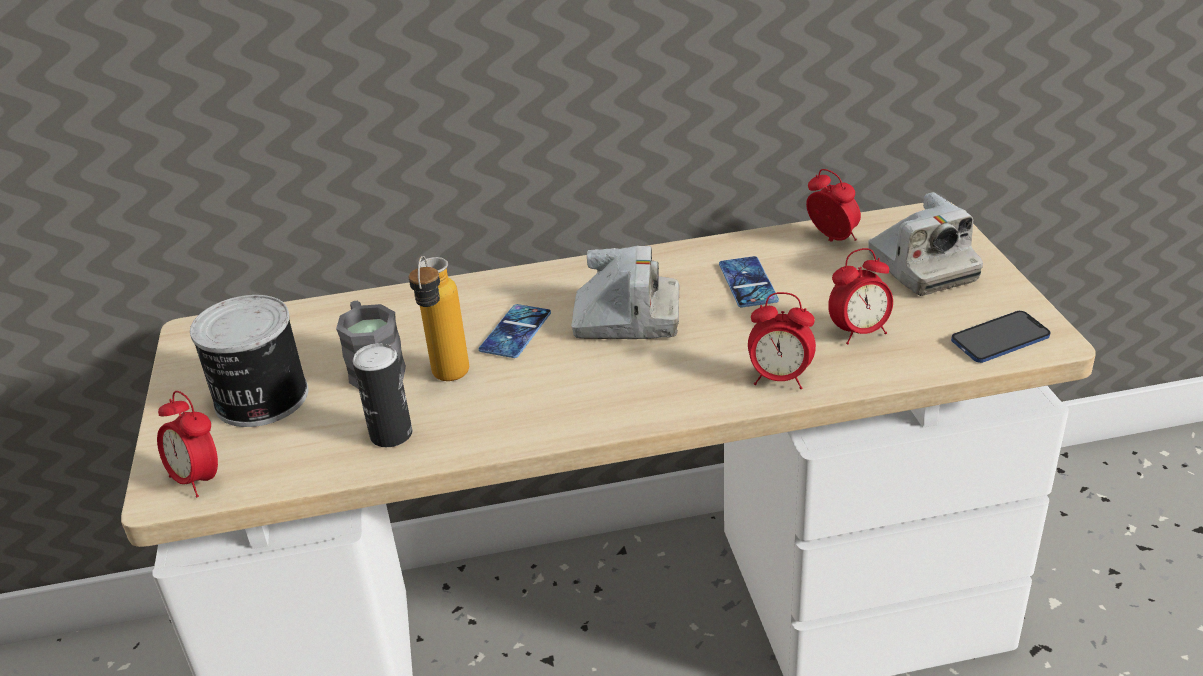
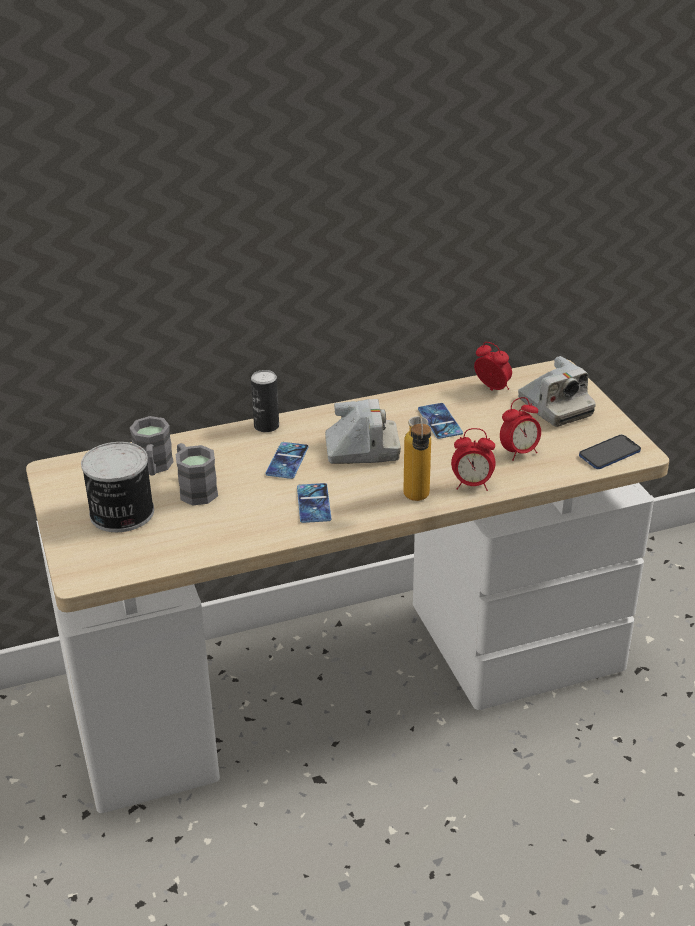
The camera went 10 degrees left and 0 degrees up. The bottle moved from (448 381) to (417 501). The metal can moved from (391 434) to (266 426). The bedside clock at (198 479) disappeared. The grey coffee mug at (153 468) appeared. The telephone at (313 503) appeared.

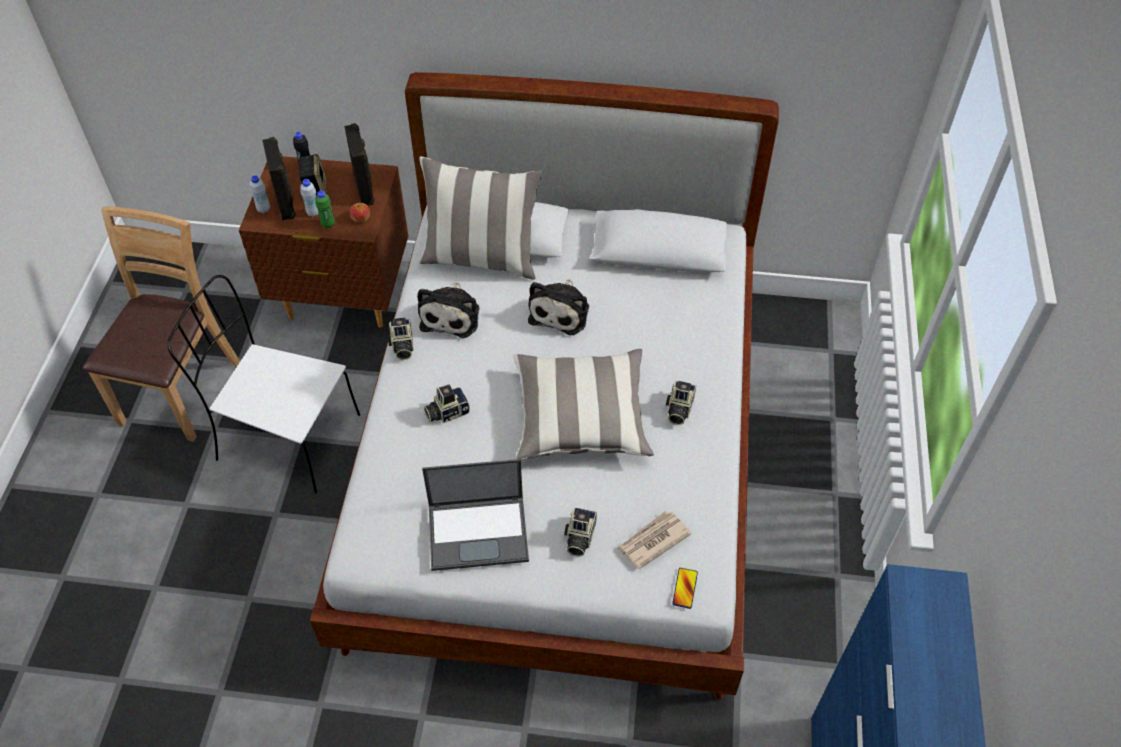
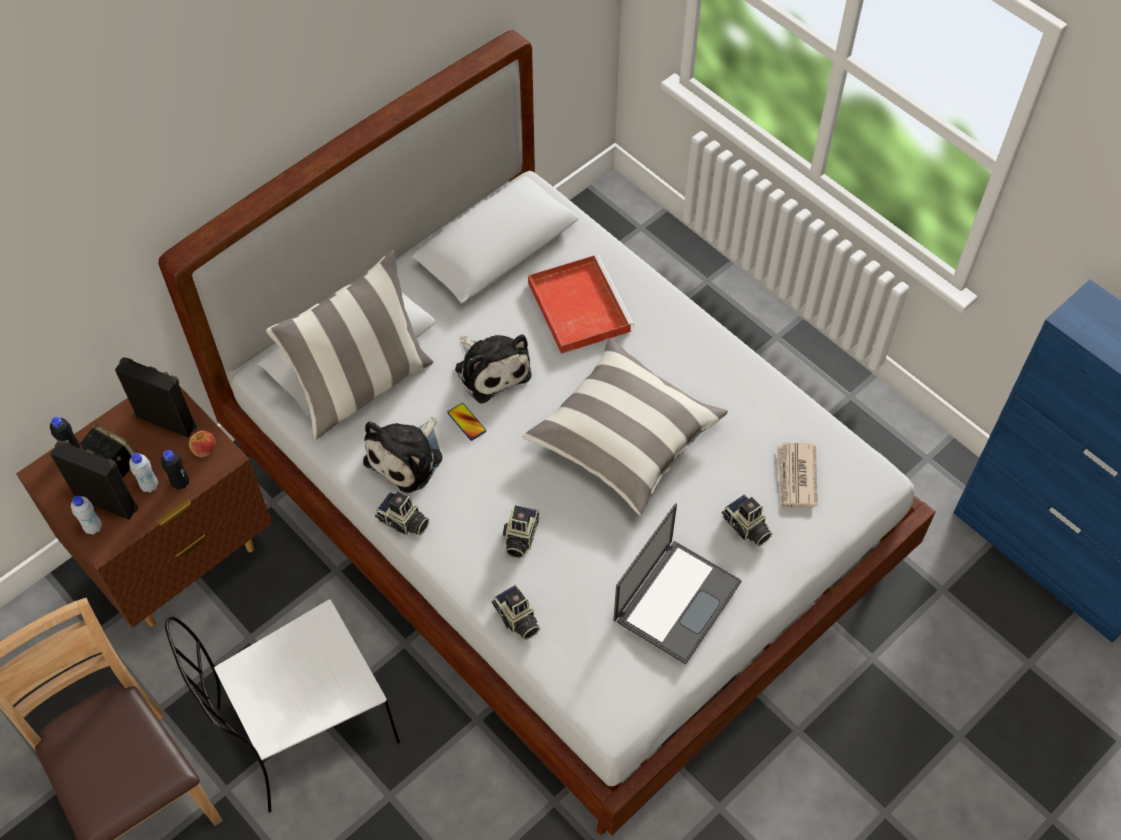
The camera went 50 degrees left and 5 degrees up. The greenish bottle at (328 224) became the black-coloured bottle at (180 483). The cuddly toy at (451 315) turned 75 degrees clockwise. The still camera moved from (678 409) to (516 619). The telephone moved from (685 588) to (466 422). The red tray at (577 305) appeared.

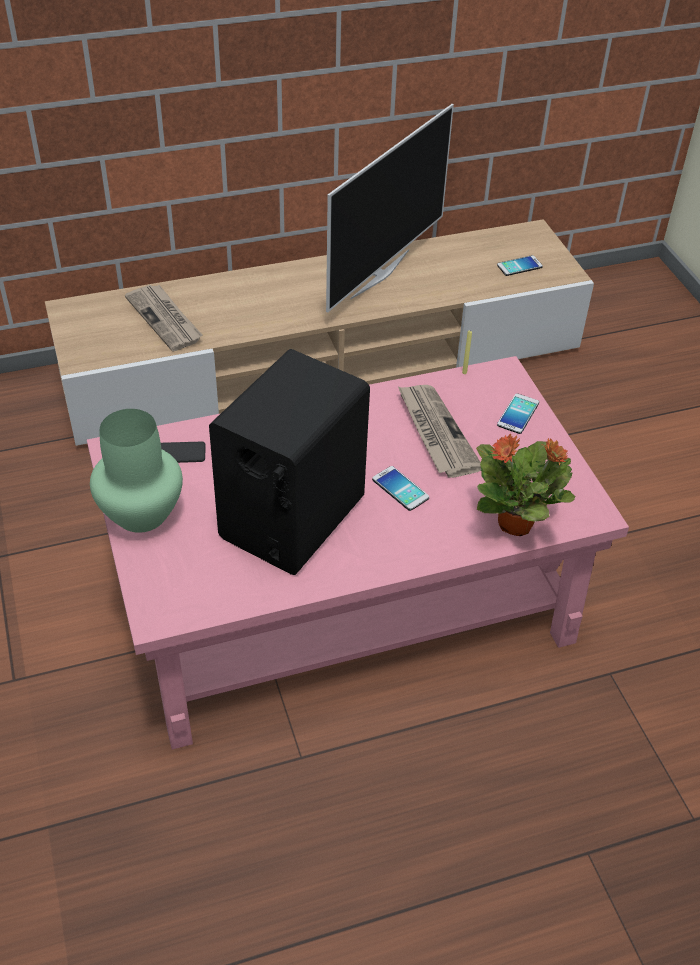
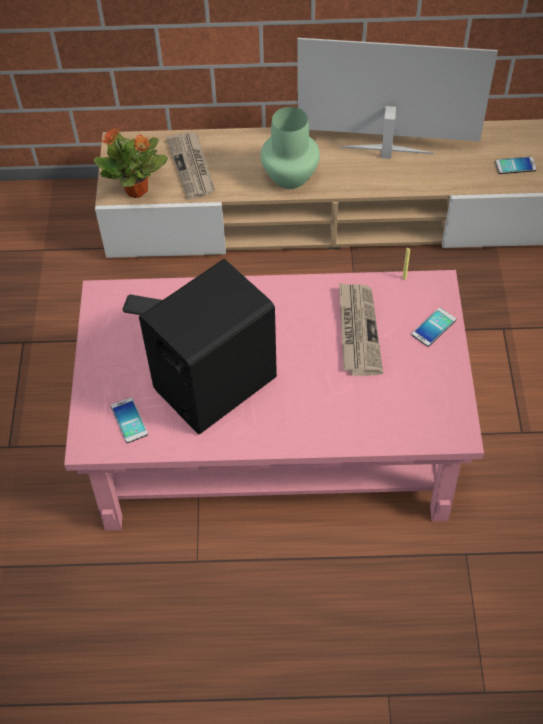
The camera went 20 degrees right and 10 degrees up. The TV at (378 273) turned 135 degrees counterclockwise. The greenish decorative vase moved from (141 514) to (290 177). The plant in a pot moved from (516 524) to (137 190). The telephone moved from (400 489) to (129 420).

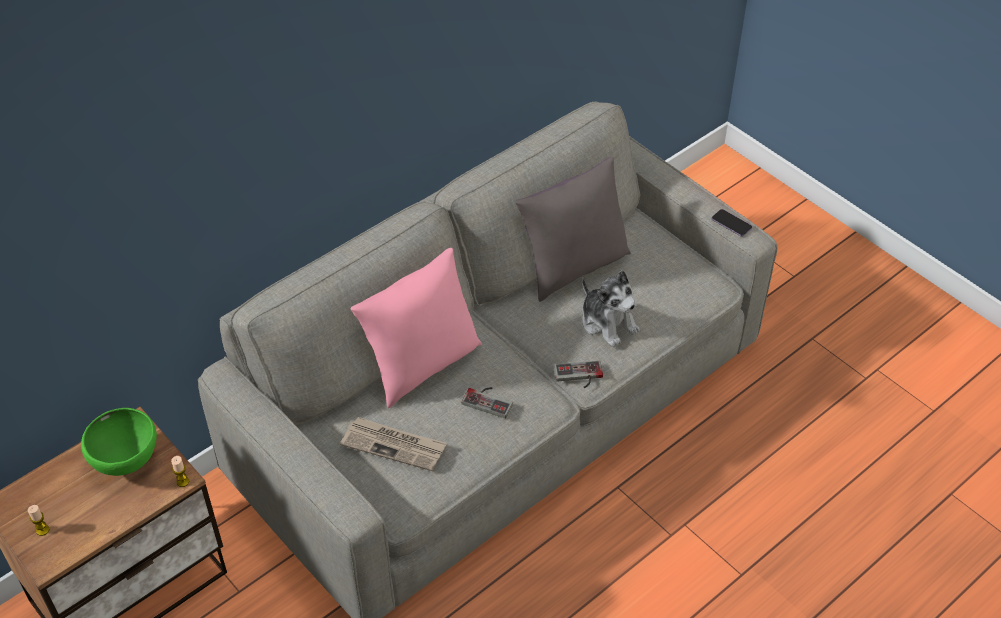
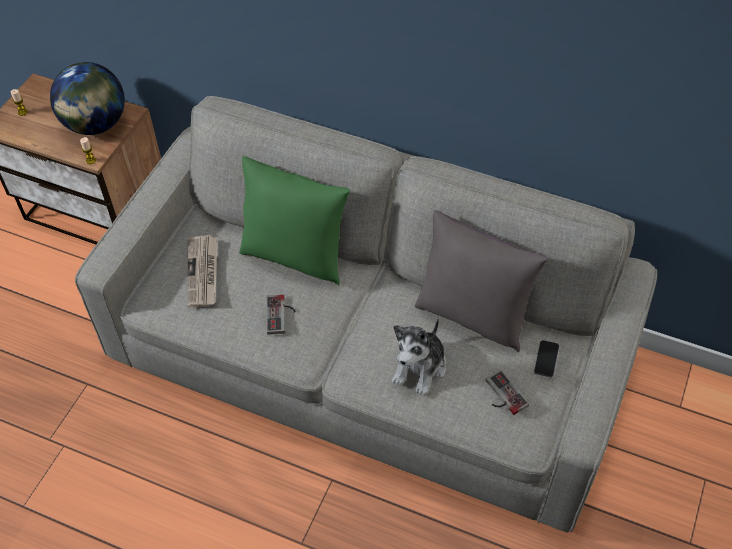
The camera went 65 degrees right and 5 degrees up. The telephone moved from (731 224) to (546 359). The pink throw pillow at (422 365) became the greenish throw pillow at (295 256). The gamepad moved from (579 376) to (502 396). The greenish deep dish at (127 462) was replaced by the world globe at (96 125).

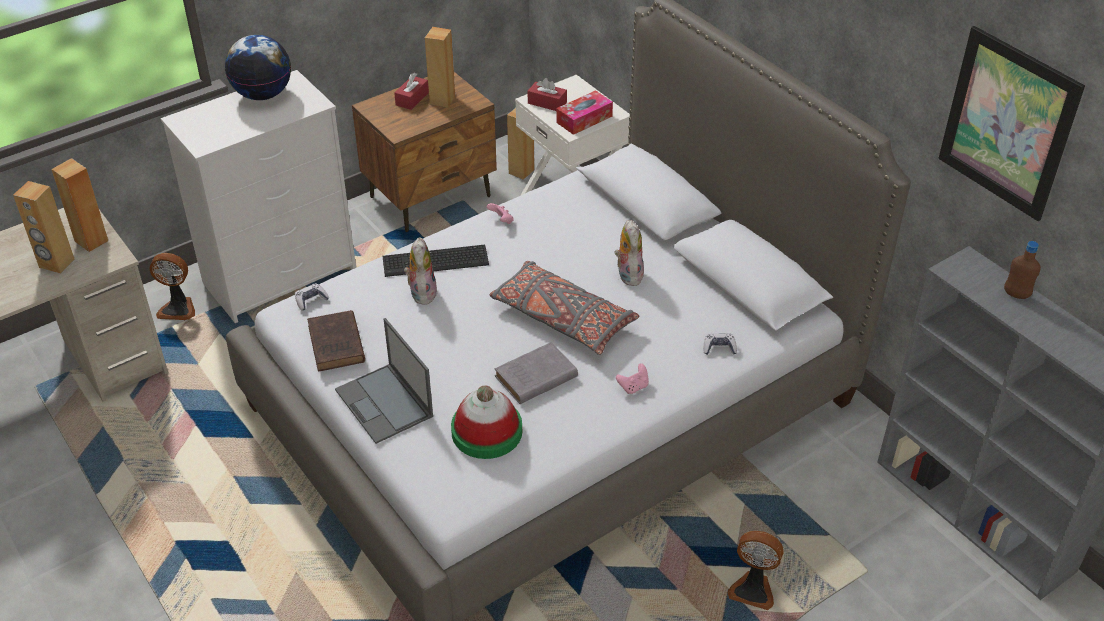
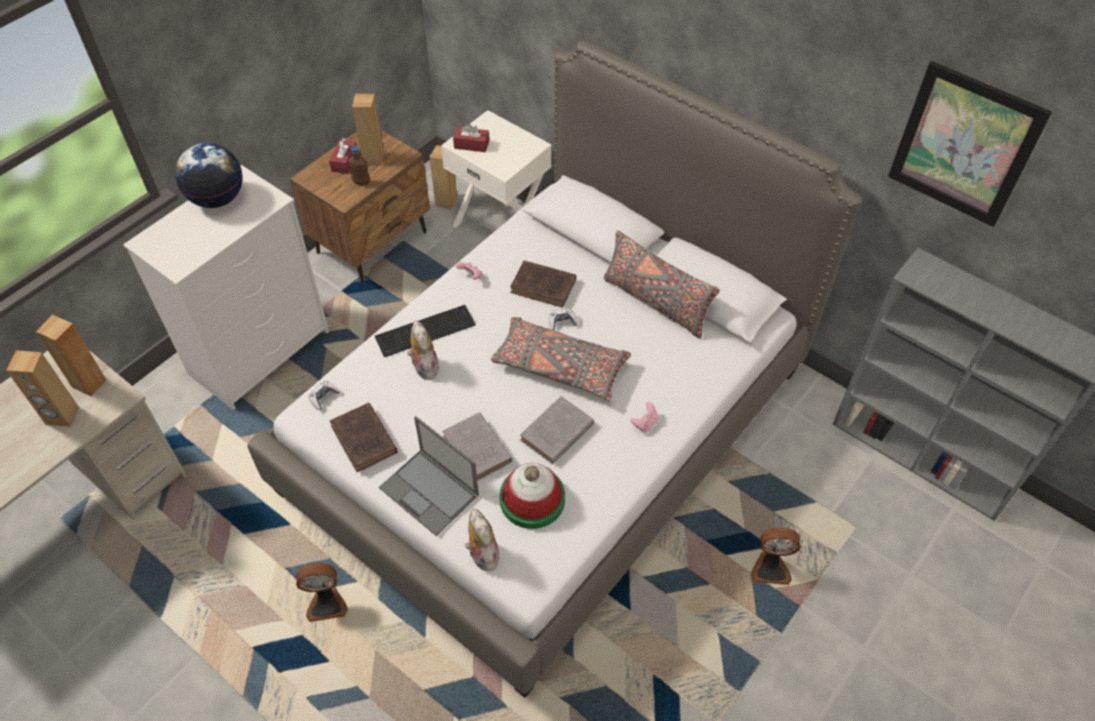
The camera went 15 degrees left and 10 degrees up. The tissue box at (584 119) disappeared. The cuddly toy moved from (628 274) to (482 555). The brownish bottle moved from (1016 295) to (361 183). The fan moved from (178 308) to (326 603). The gamepad moved from (719 348) to (562 322). The grey throw pillow at (655 302) appeared. The brownish volume at (545 287) appeared. The grey volume at (478 451) appeared.

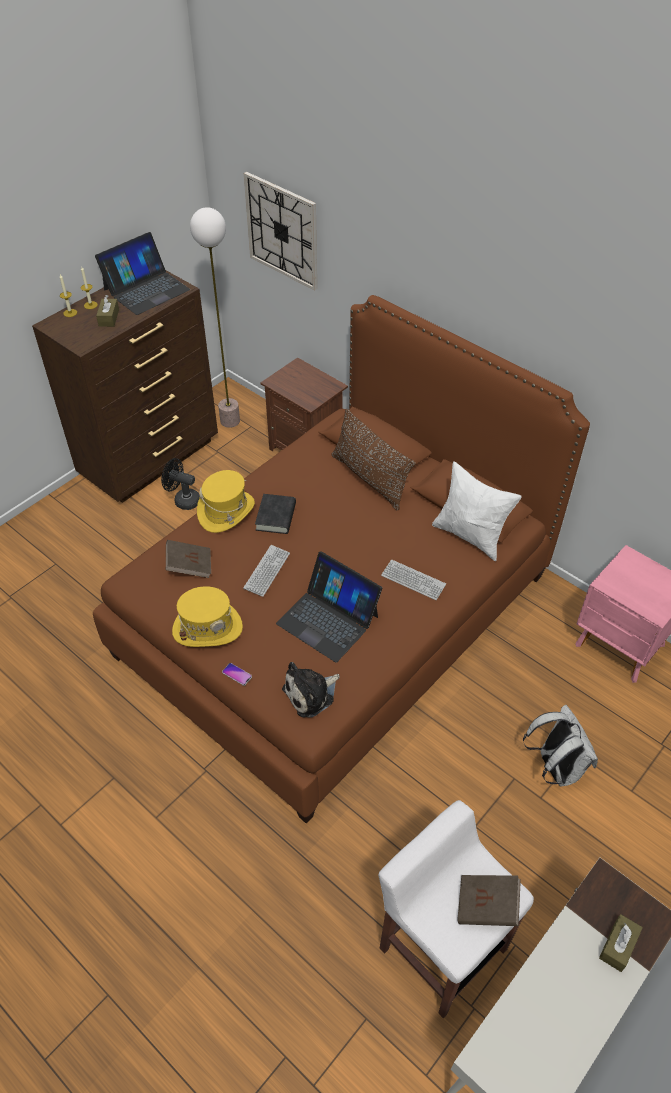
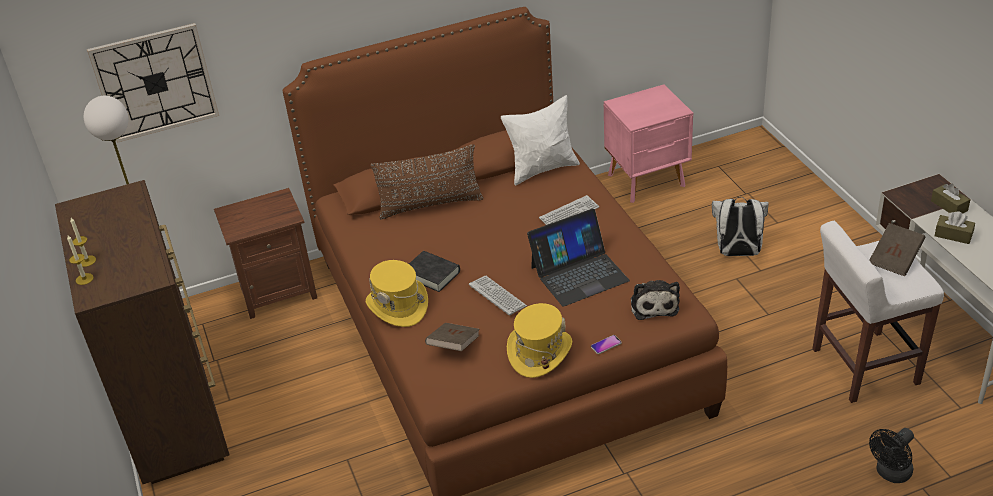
The camera went 60 degrees left and 10 degrees down. The notebook computer at (146 289) disappeared. The brownish tissue box moved from (109 318) to (953 235). The black-coloured fan moved from (183 500) to (890 474).

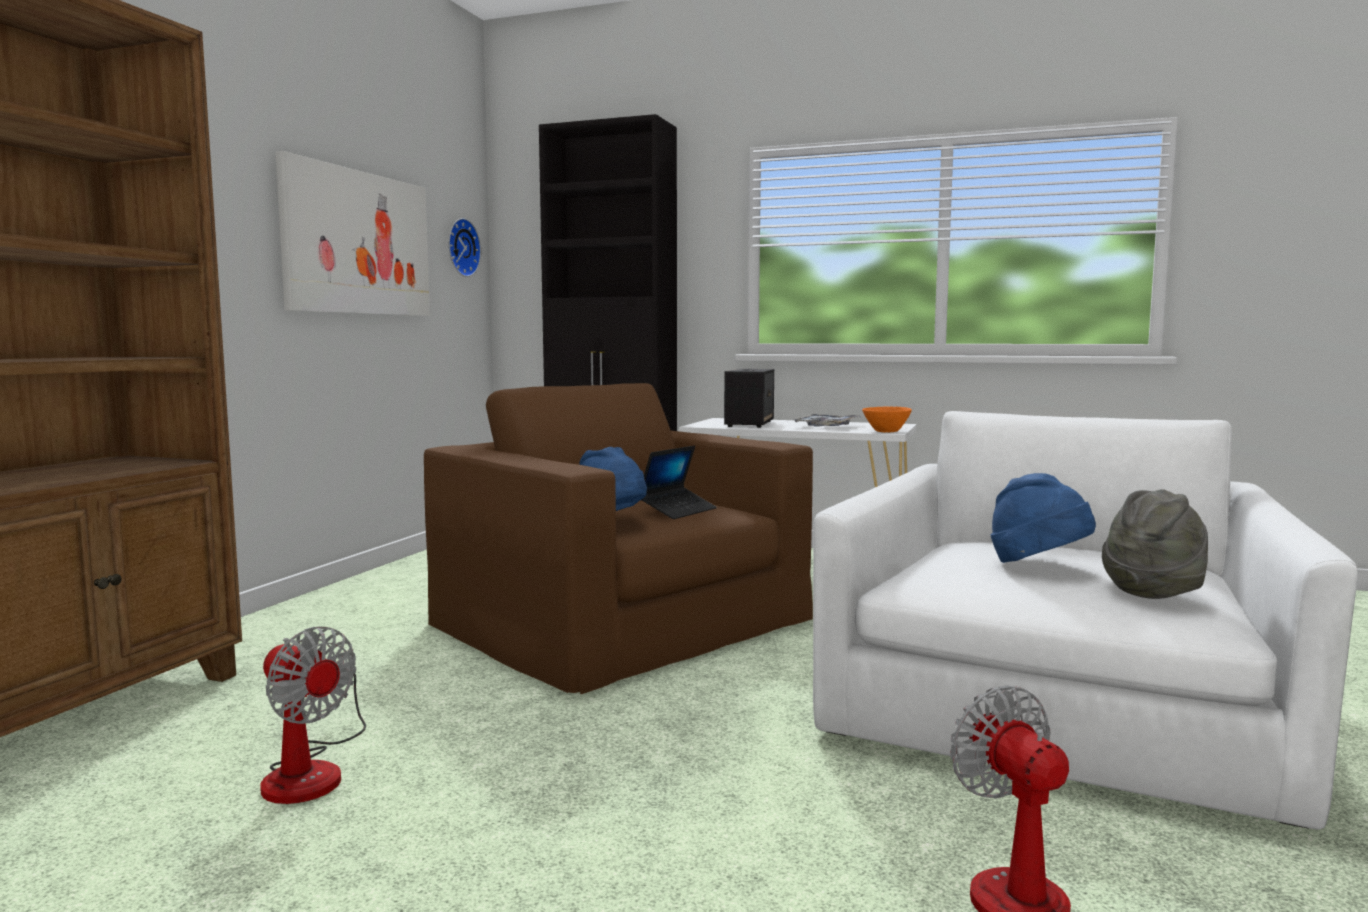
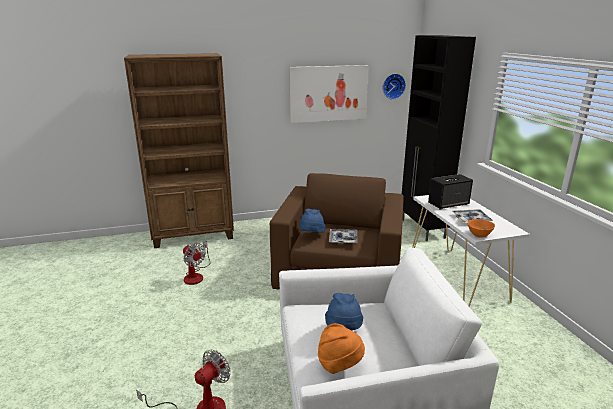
The camera went 55 degrees right and 15 degrees up. The notebook computer at (677 511) was replaced by the tray at (343 239). The grey wearable hat at (1154 589) became the orangey wearable hat at (339 364). The fan at (312 770) turned 45 degrees counterclockwise.

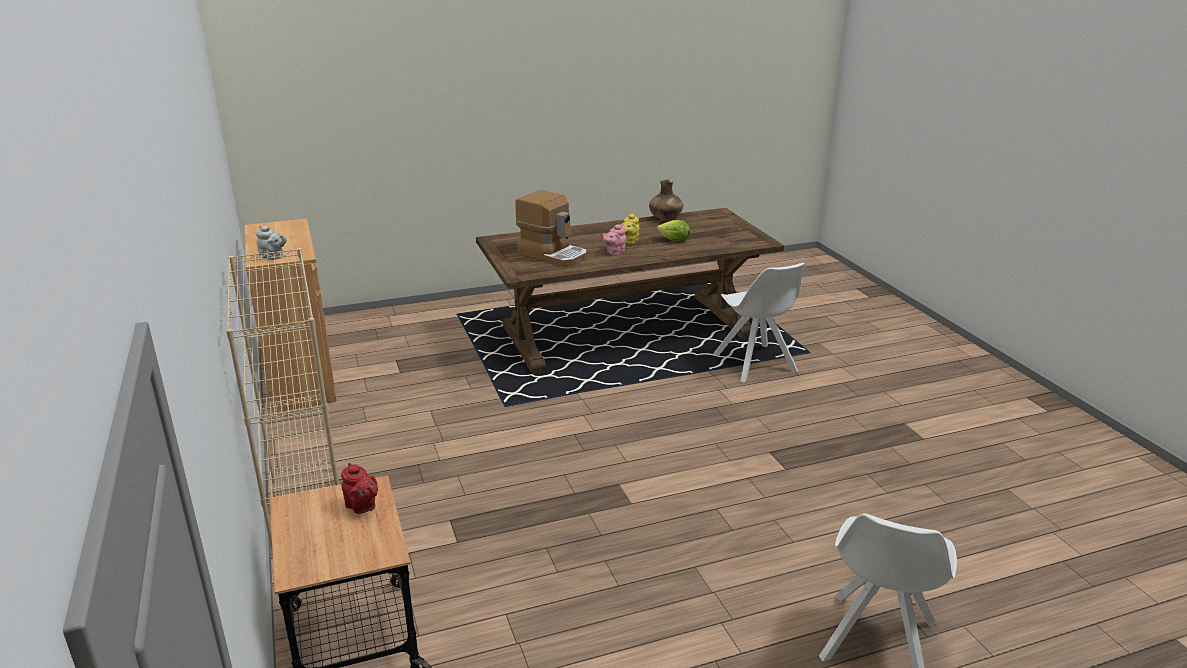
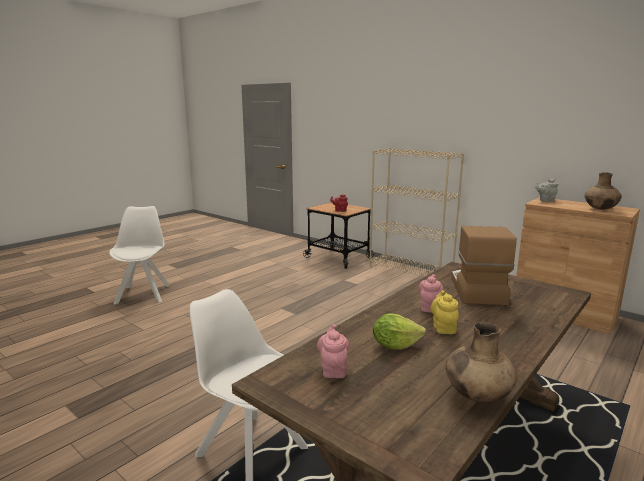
The camera went 150 degrees right and 10 degrees down. The coffee machine at (553 255) turned 90 degrees clockwise. The brownish decorative vase at (600 209) appeared. The pink teapot at (333 369) appeared.

